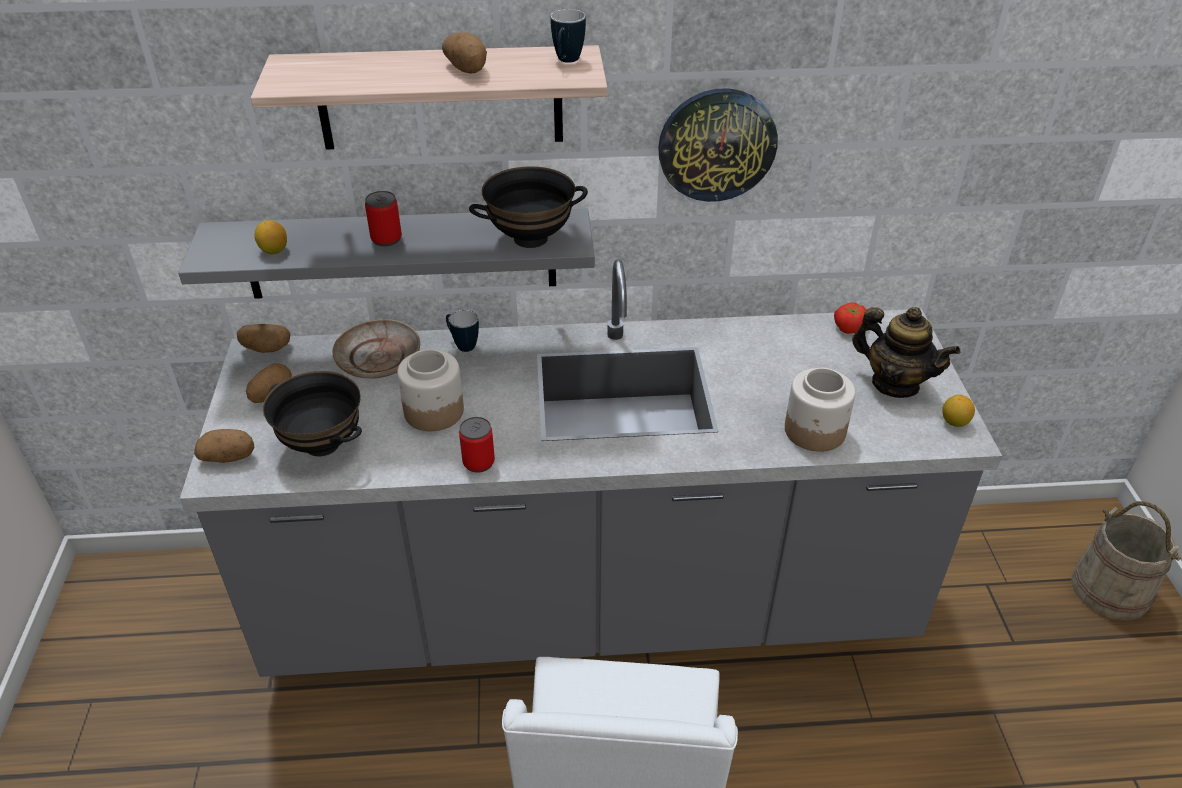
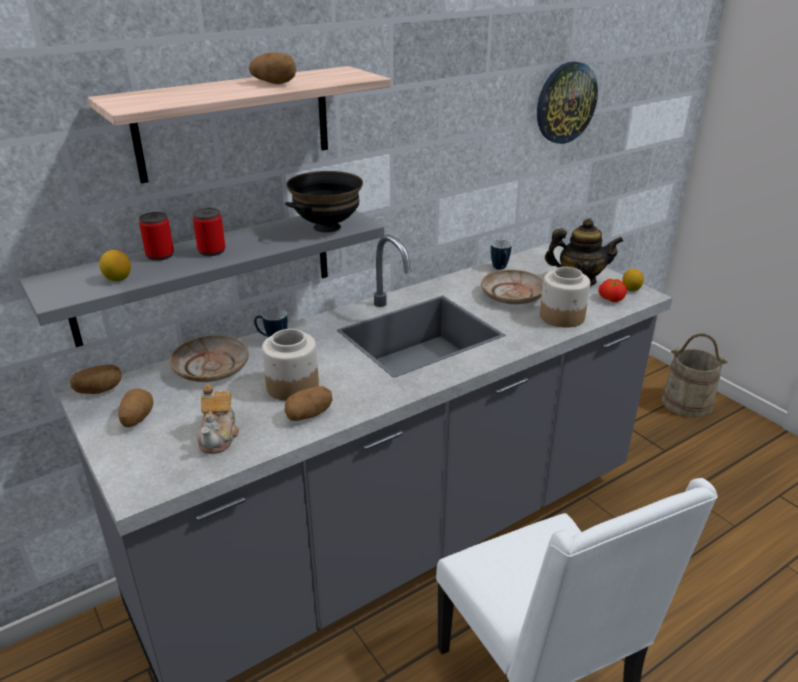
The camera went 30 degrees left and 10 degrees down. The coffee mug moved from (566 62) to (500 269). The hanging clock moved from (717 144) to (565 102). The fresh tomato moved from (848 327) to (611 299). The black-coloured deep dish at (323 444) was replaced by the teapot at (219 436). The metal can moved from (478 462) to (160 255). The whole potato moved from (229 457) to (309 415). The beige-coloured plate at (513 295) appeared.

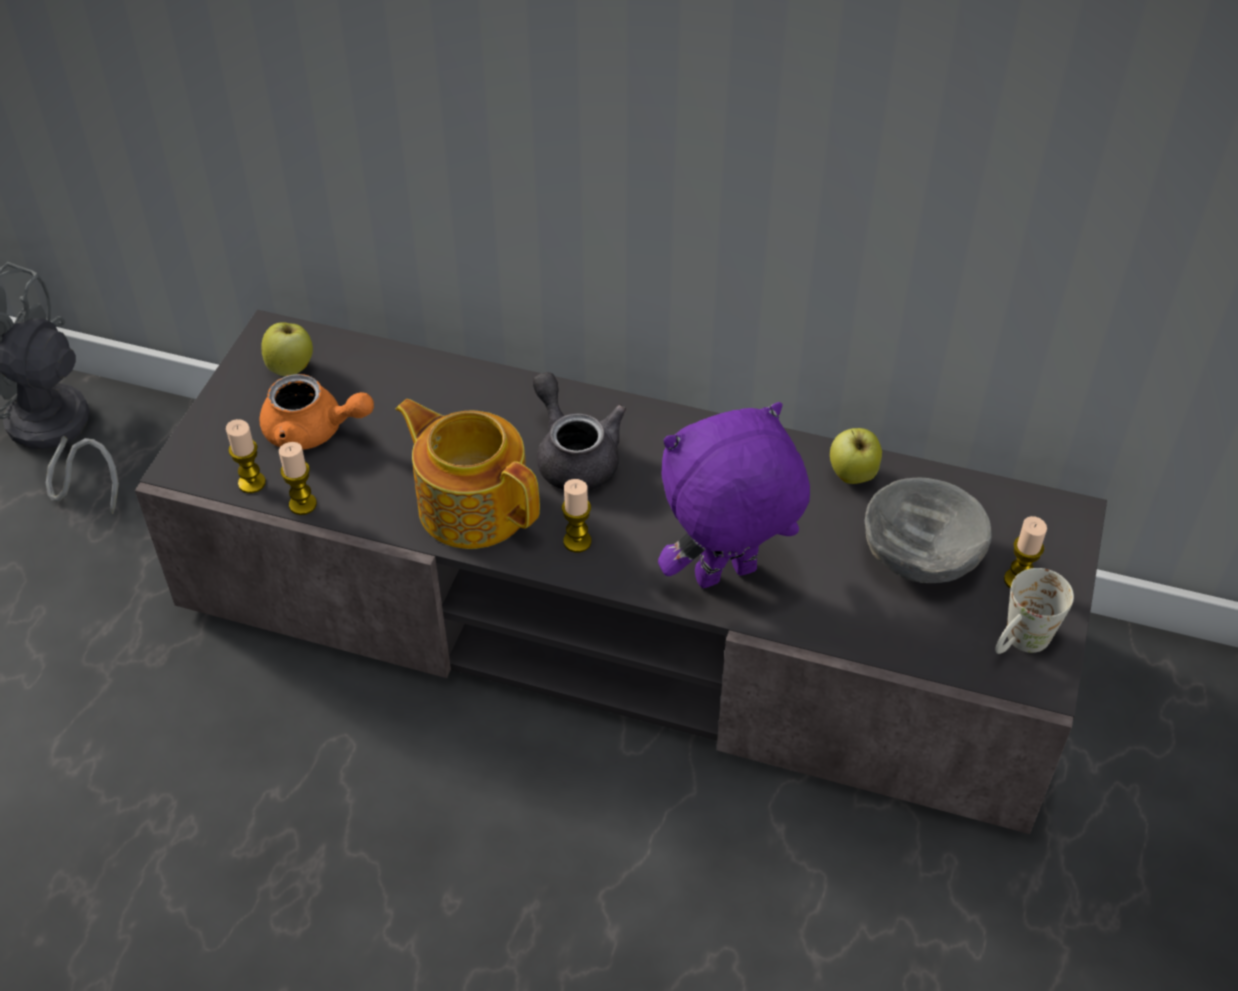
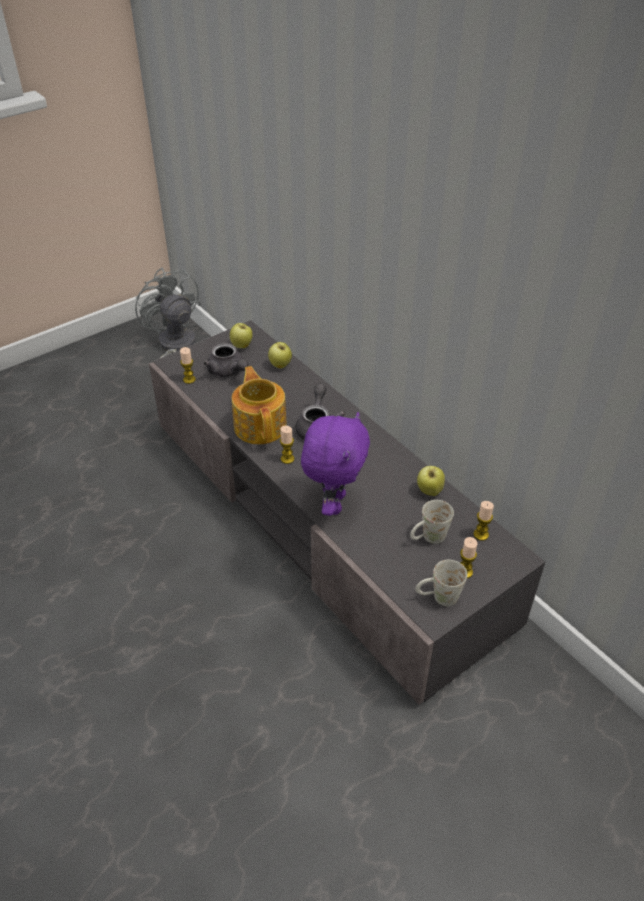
The camera went 35 degrees right and 5 degrees down. The orangey teapot at (314 431) became the grey teapot at (228 372). The purple-coloured cuddly toy at (726 577) turned 90 degrees clockwise. The wax light moved from (303 504) to (481 534). The grey deep dish at (920 556) was replaced by the whitish coffee mug at (428 538). The whole apple at (280 366) appeared.

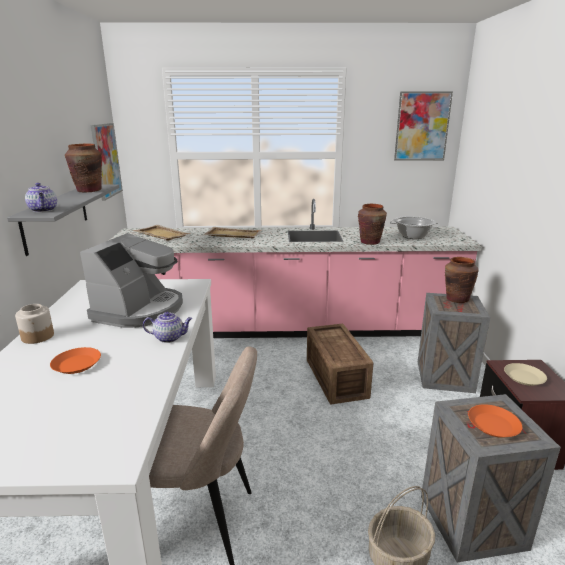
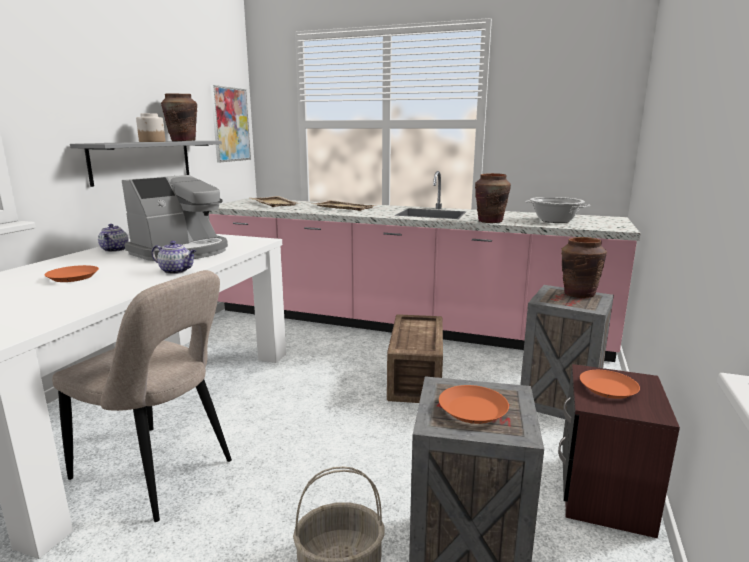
The camera went 20 degrees right and 5 degrees down. The wall art at (422 126) disappeared. The teapot moved from (44 210) to (115 250). The storage jar moved from (38 336) to (152 141). The beige-coloured plate at (523 377) became the orangey plate at (607 388).

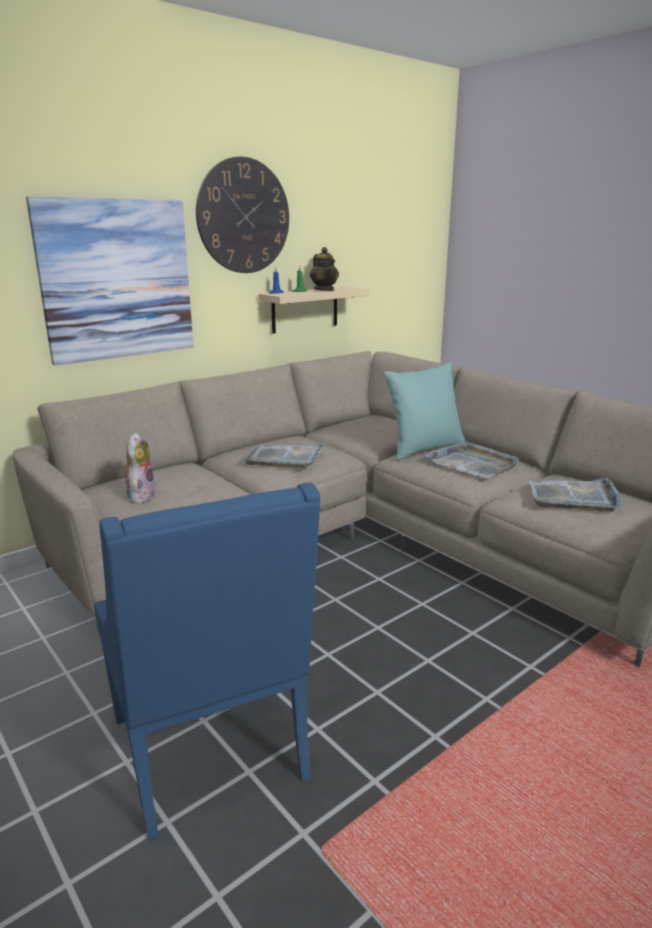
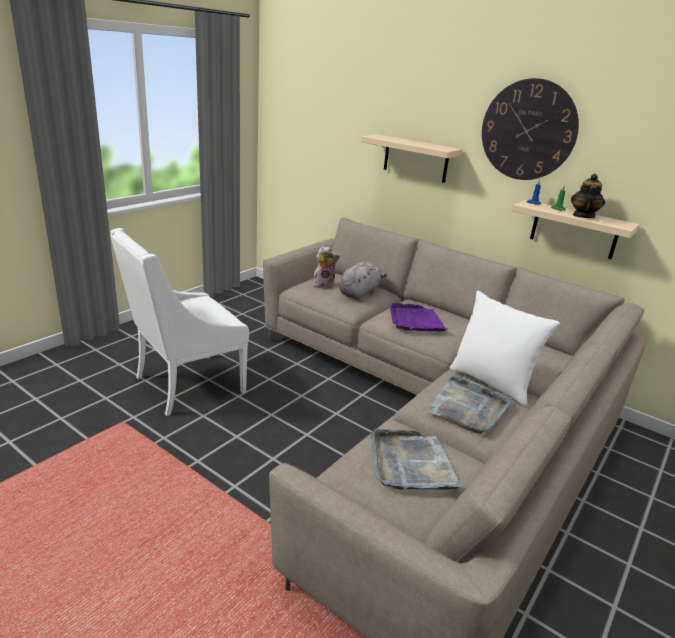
The camera went 75 degrees right and 5 degrees up. The wall art at (117 280) was replaced by the beige-coloured wall shelf at (415 158). The teapot at (324 290) turned 150 degrees clockwise. The turquoise-coloured throw pillow at (424 449) became the whitish throw pillow at (492 382). The grey tray at (285 458) became the purple-coloured tray at (415 320). The blue-coloured easy chair at (213 752) became the whitish easy chair at (186 385). The grey cuddly toy at (359 293) appeared.

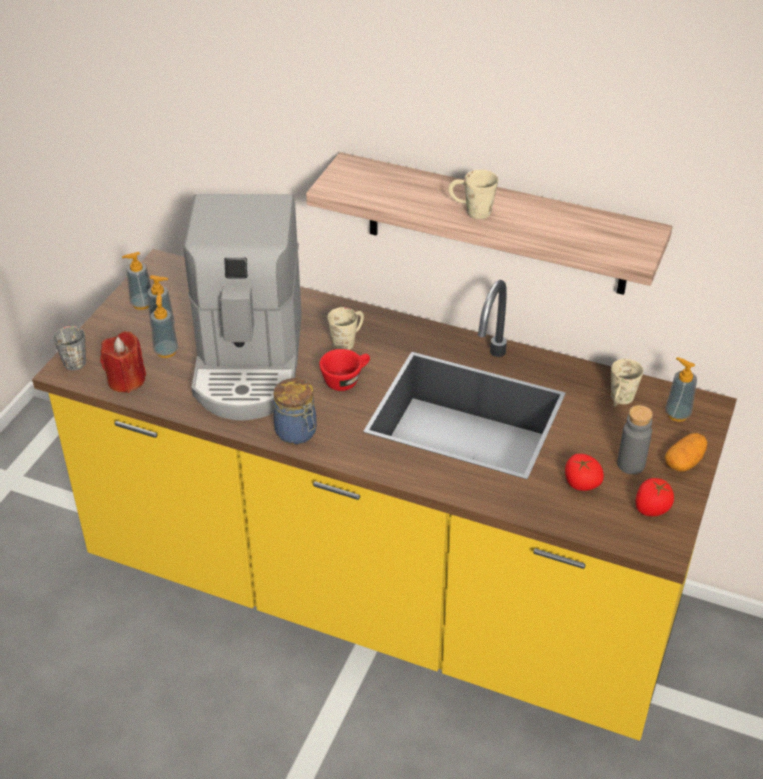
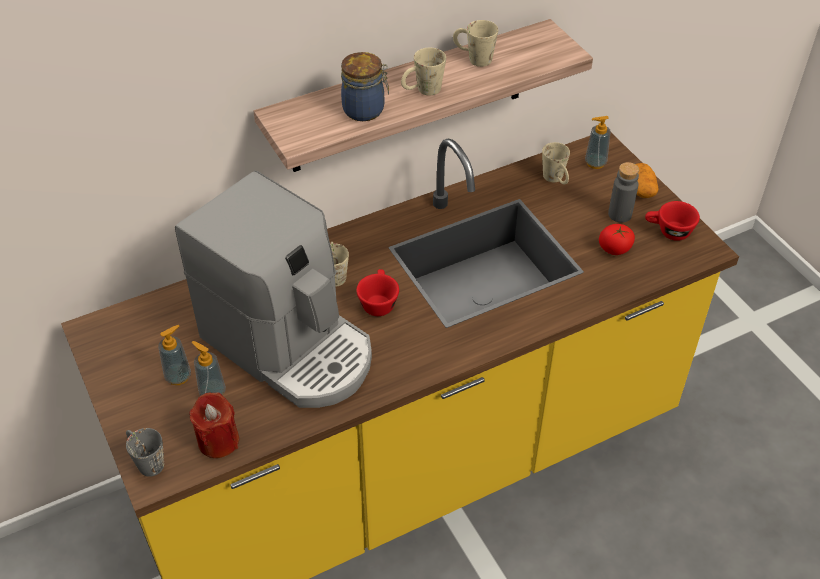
The camera went 50 degrees left and 5 degrees up. The soap dispenser at (142 303) disappeared. The storage jar moved from (297 433) to (365 110). The fresh tomato at (651 508) was replaced by the red cup at (668 232). The beige-coloured coffee mug at (473 58) appeared.

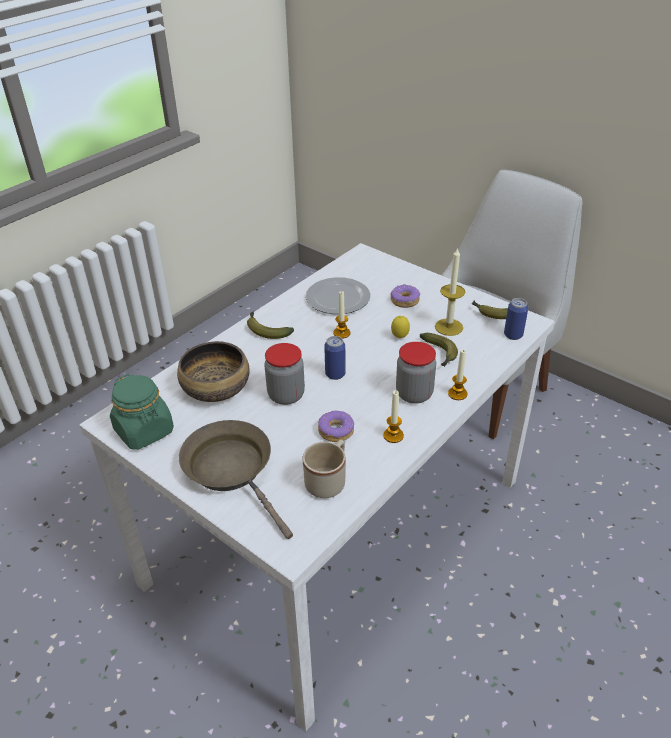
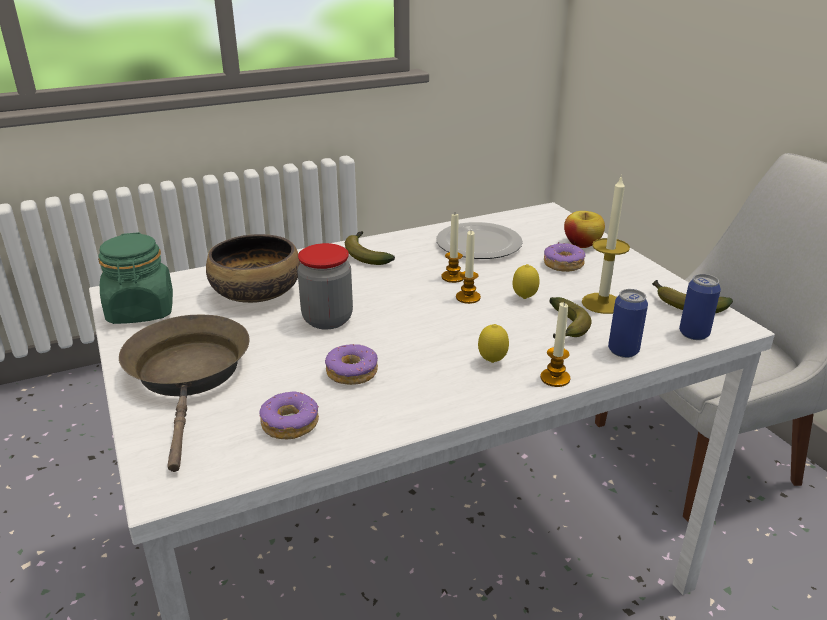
The camera went 25 degrees right and 10 degrees down. The metal can moved from (335 374) to (623 351). The storage jar at (414 394) was replaced by the whole lemon at (492 362). The wax light moved from (393 435) to (468 297). The beige-coloured coffee mug at (328 481) was replaced by the donut at (290 424). The whole apple at (582 244) appeared.

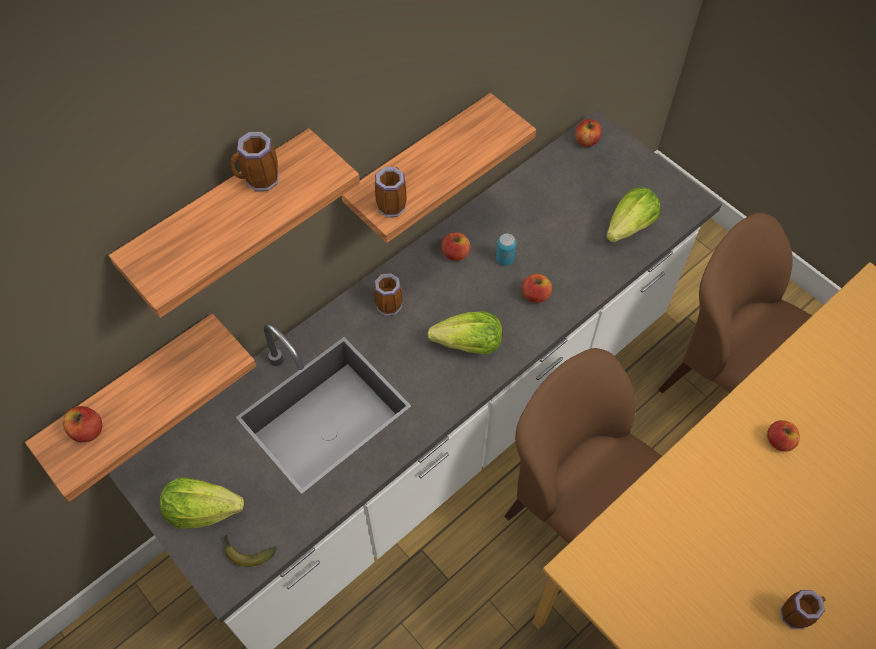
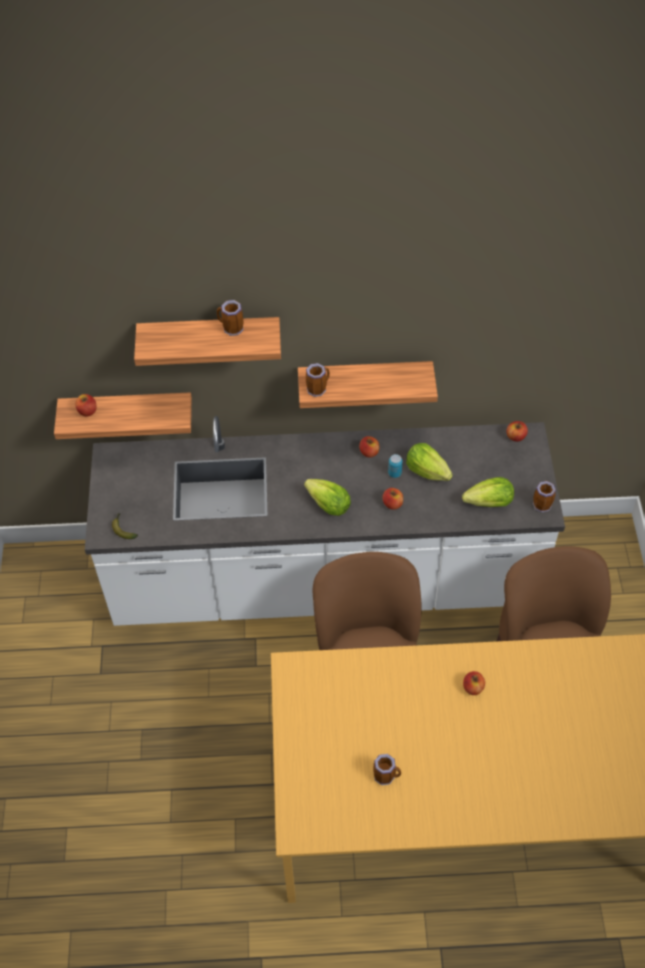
The camera went 40 degrees right and 5 degrees down. The coffee mug moved from (386 304) to (541 503). The head of lettuce moved from (202 510) to (427 471).

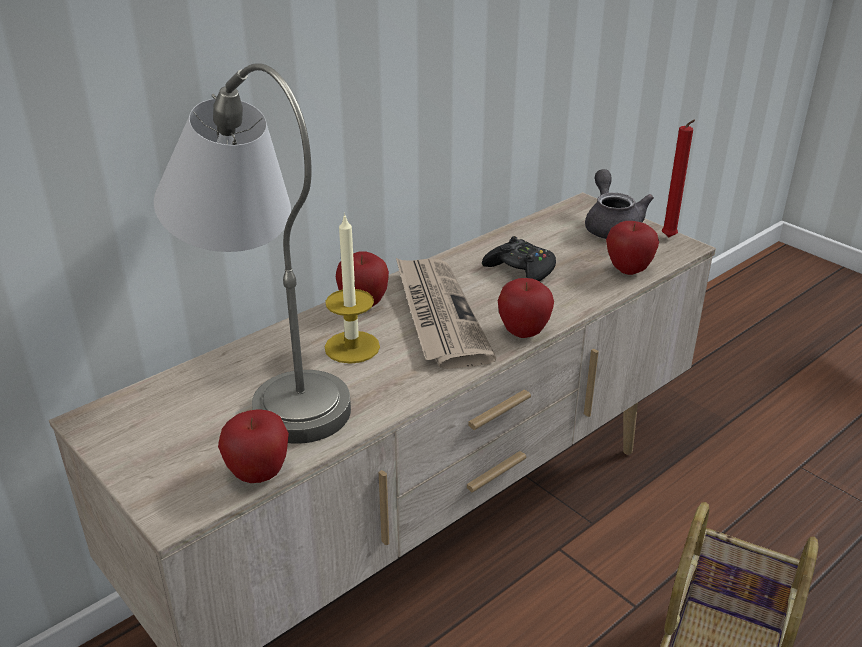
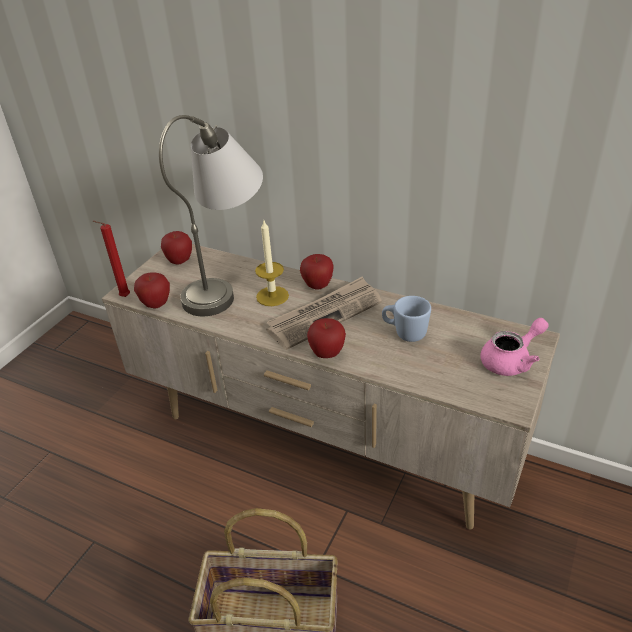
The camera went 70 degrees right and 5 degrees up. The red wax light moved from (669 238) to (123 297). The grey teapot at (611 226) became the pink teapot at (511 360). The whole apple moved from (628 270) to (180 261). The black-coloured gamepad at (521 270) was replaced by the blue-coloured coffee mug at (405 333).

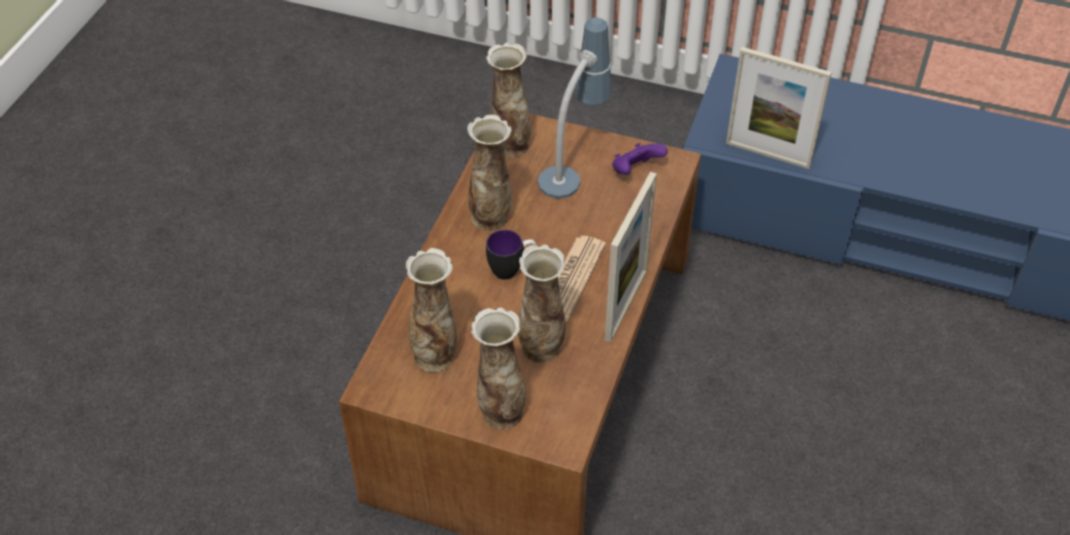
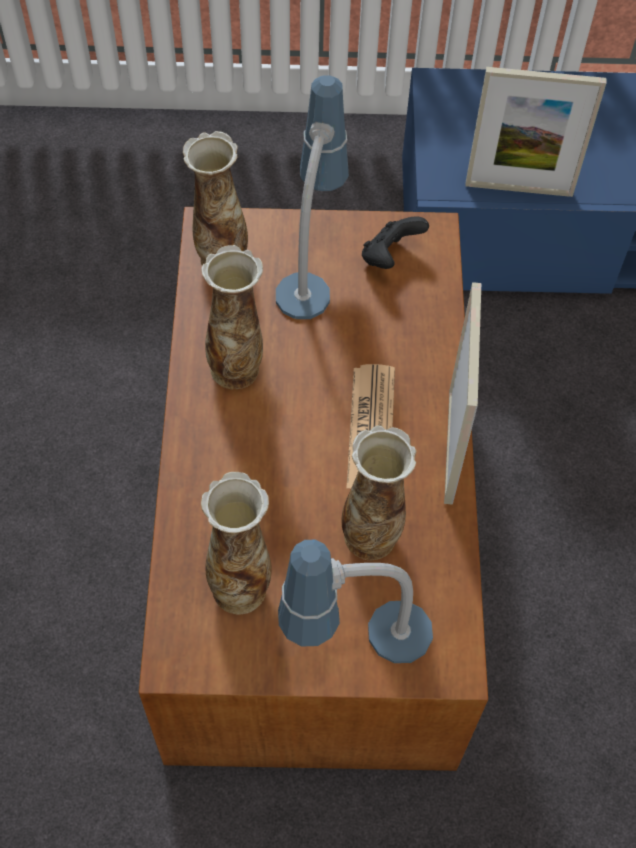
The camera went 20 degrees left and 10 degrees up. The purple-coloured gamepad at (635 171) became the black-coloured gamepad at (390 257). The coffee mug at (512 269) disappeared. The decorative vase at (501 412) was replaced by the table lamp at (356 645).

